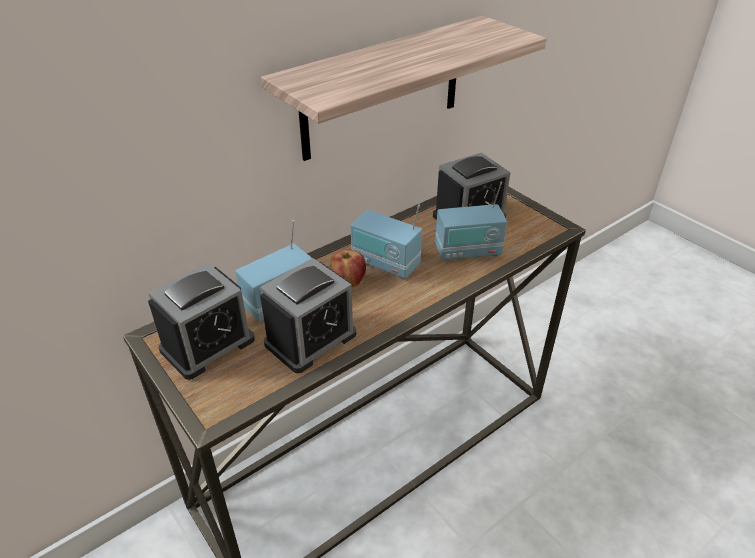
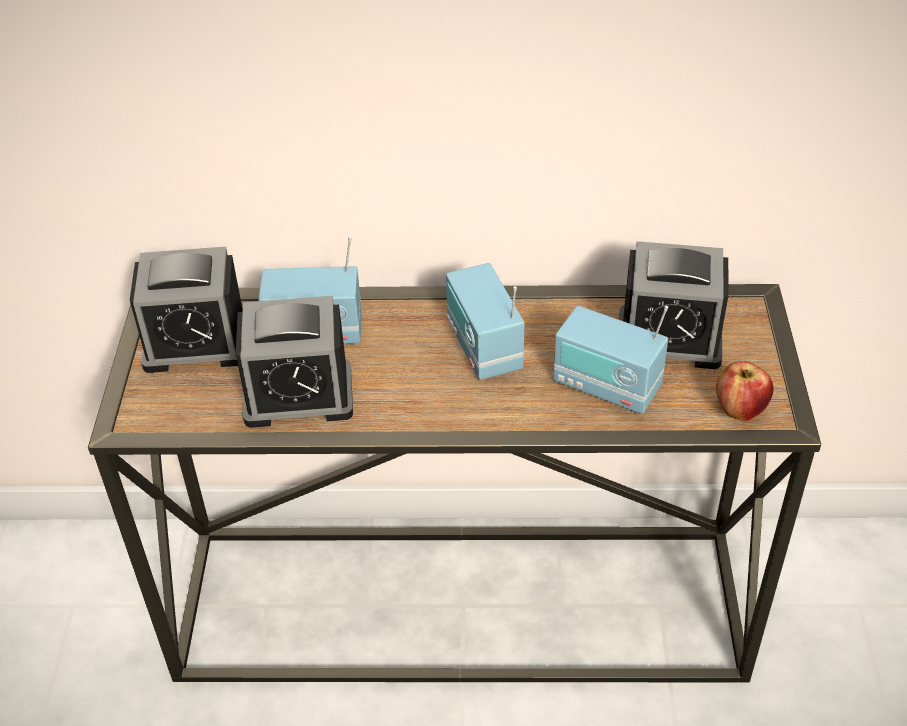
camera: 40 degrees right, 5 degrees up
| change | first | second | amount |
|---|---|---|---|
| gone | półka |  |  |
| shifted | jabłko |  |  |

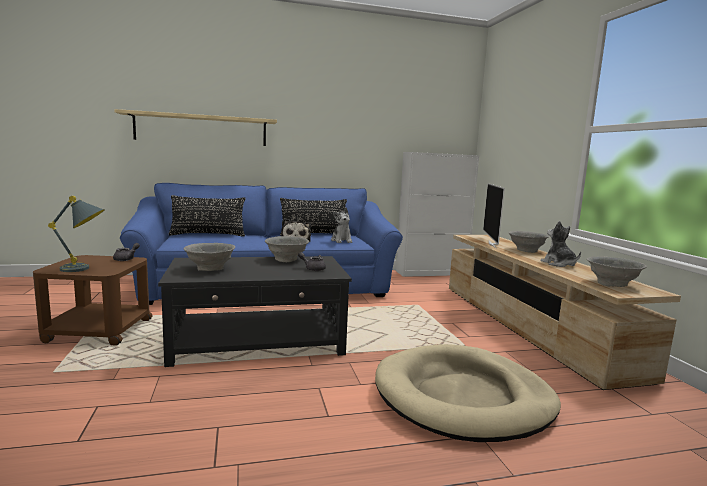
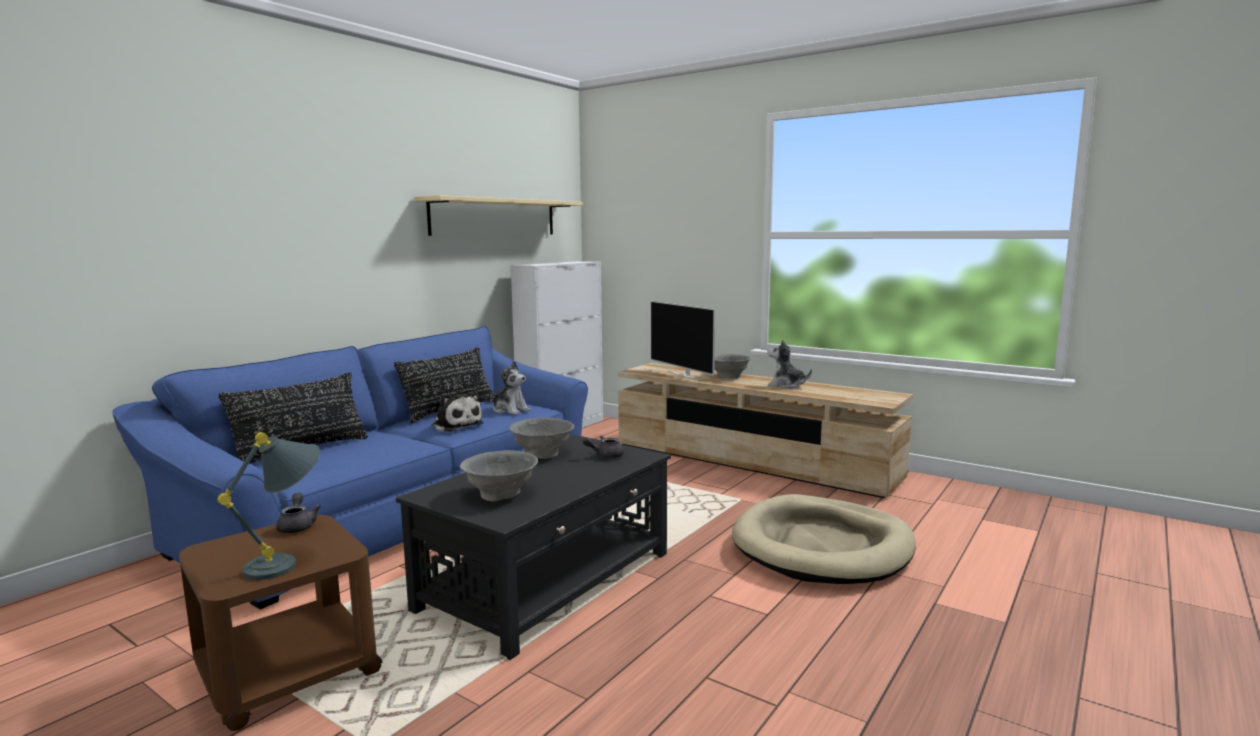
camera: 40 degrees left, 0 degrees up
| change | first | second | amount |
|---|---|---|---|
| shifted | półka [beżowy] |  |  |
| gone | miska [szary] (no. 4 from left) |  |  |

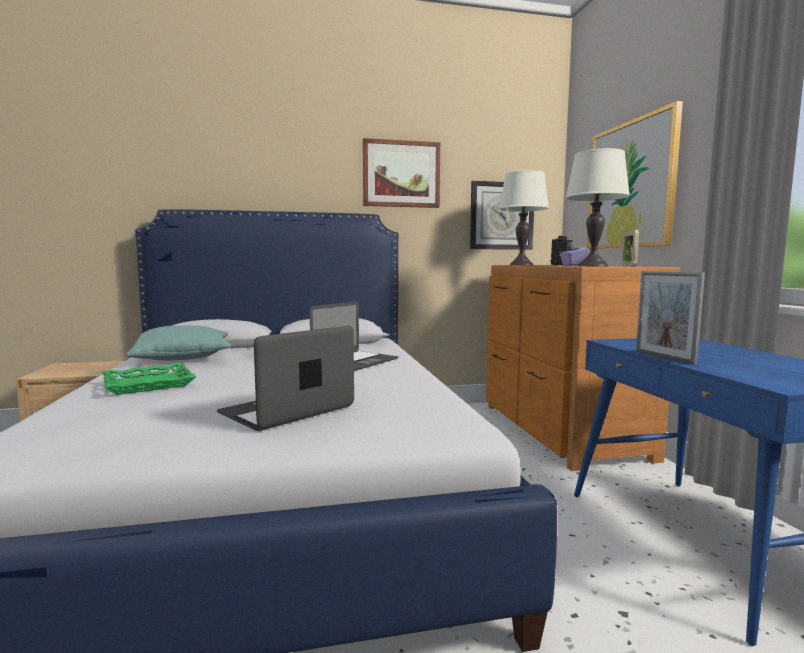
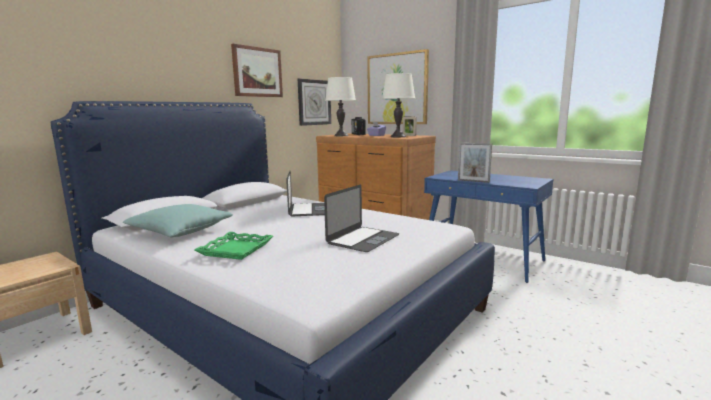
camera: 40 degrees left, 5 degrees up
| change | first | second | amount |
|---|---|---|---|
| rotated | laptop (no. 1 from left in the first image) | laptop (no. 2 from left) | 150 degrees counterclockwise |

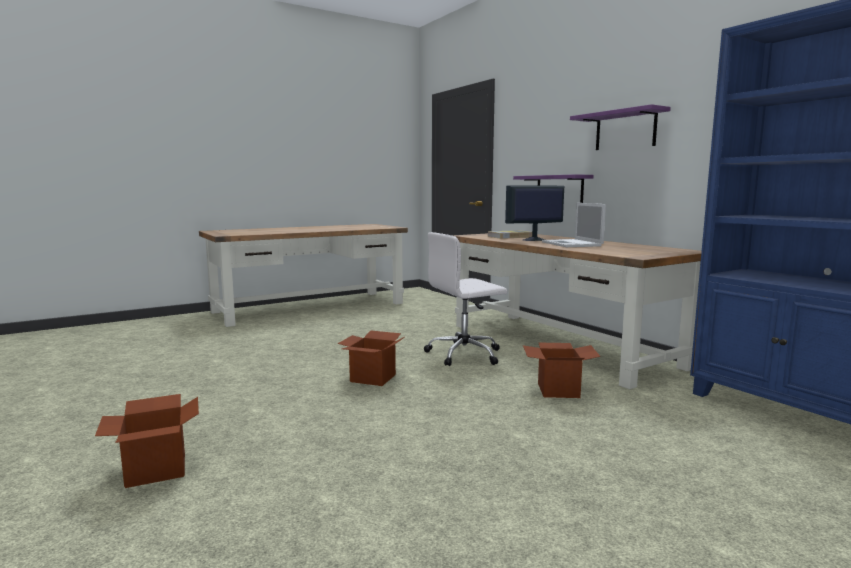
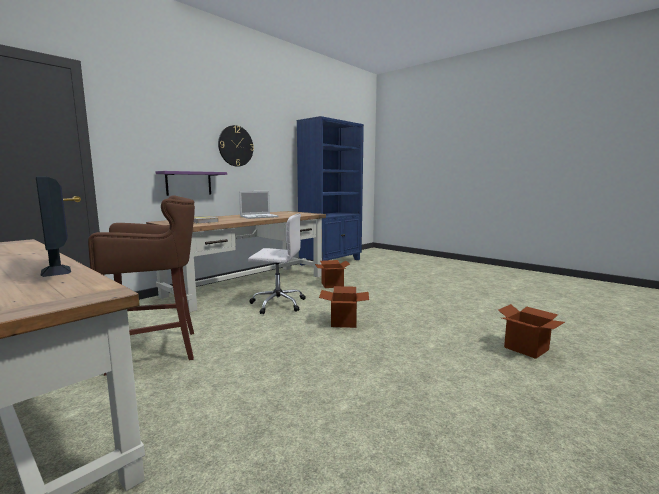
camera: 105 degrees left, 0 degrees up
| change | first | second | amount |
|---|---|---|---|
| swapped | półka [fioletowy] (no. 2 from left) | zegar ścienny |  |
| shifted | monitor |  |  |
| rotated | krzesło biurowe [biały] |  | 45 degrees counterclockwise |
| new |  | stołek [brązowy] |  |

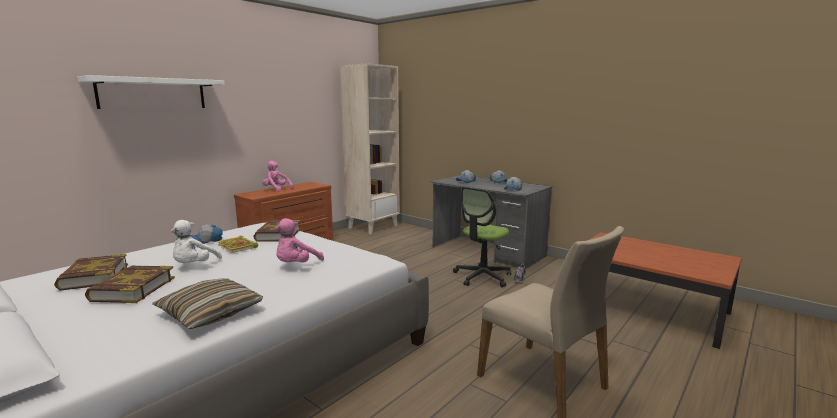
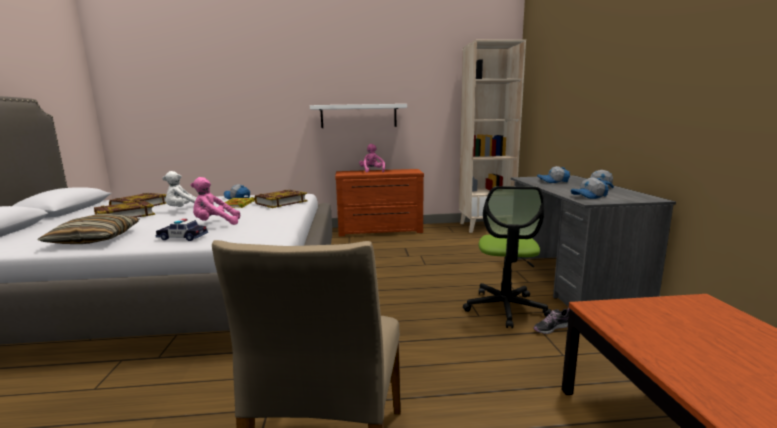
camera: 45 degrees right, 0 degrees up
| change | first | second | amount |
|---|---|---|---|
| shifted | półka [biały] |  |  |
| rotated | krzesło biurowe |  | 75 degrees counterclockwise |
| new |  | samochodzik |  |

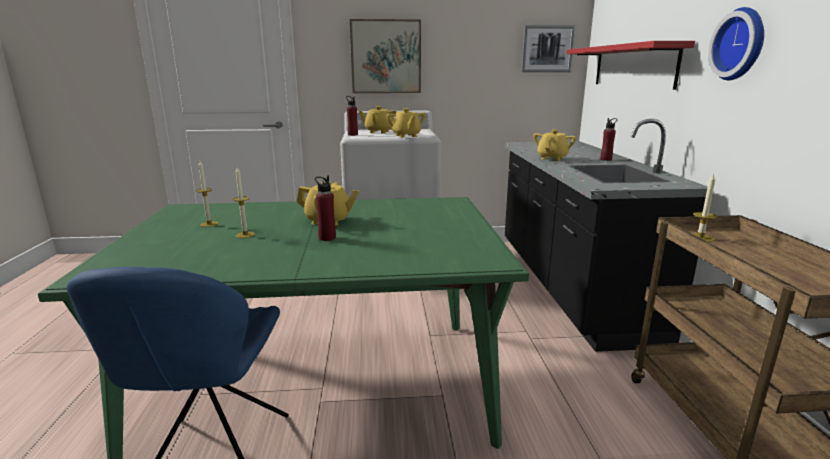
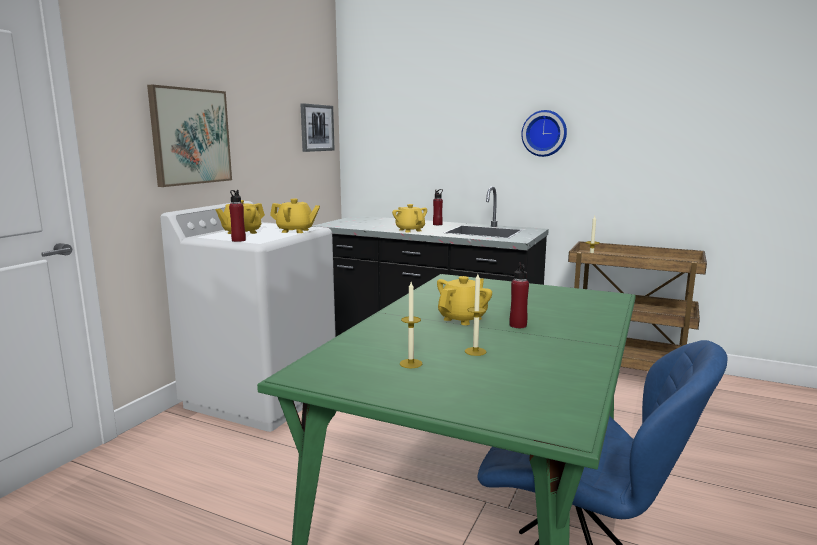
camera: 60 degrees left, 5 degrees down
| change | first | second | amount |
|---|---|---|---|
| gone | półka [czerwony] |  |  |

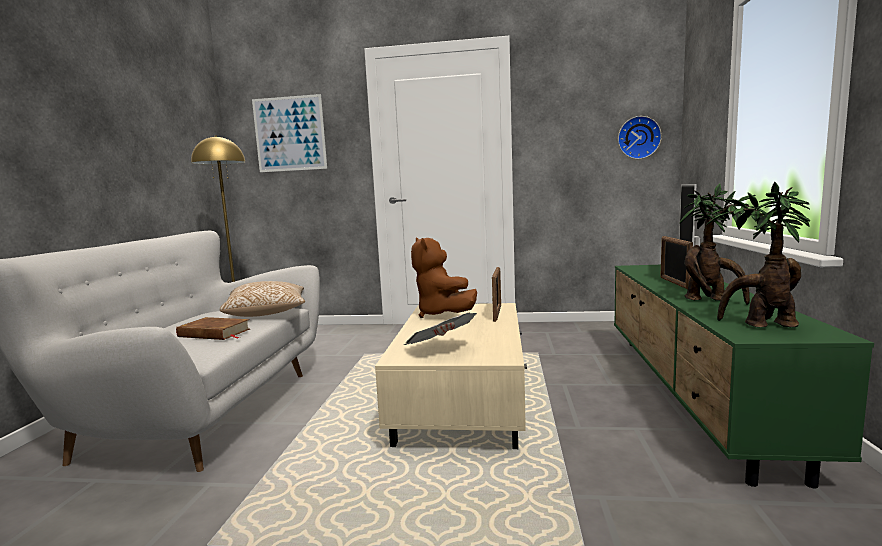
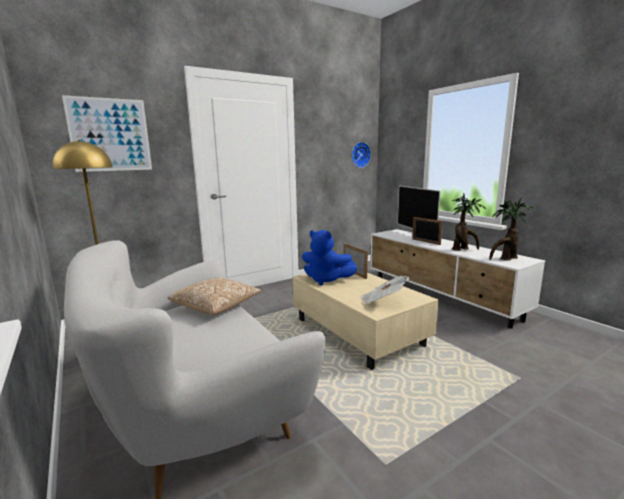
camera: 40 degrees left, 5 degrees up
| change | first | second | amount |
|---|---|---|---|
| repainted | pluszak [brązowy] | pluszak [niebieski] |  |
| repainted | szafka pod telewizor [zielony] | szafka pod telewizor [biały] |  |
| gone | książka [brązowy] |  |  |

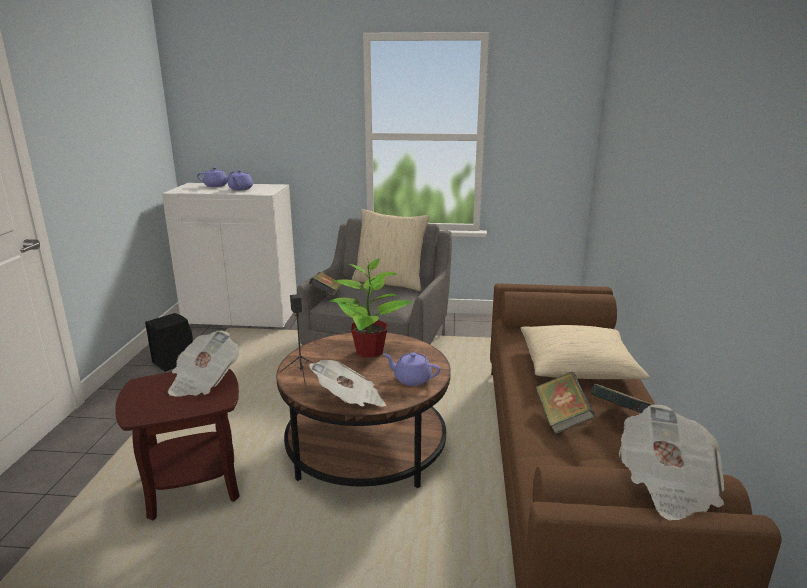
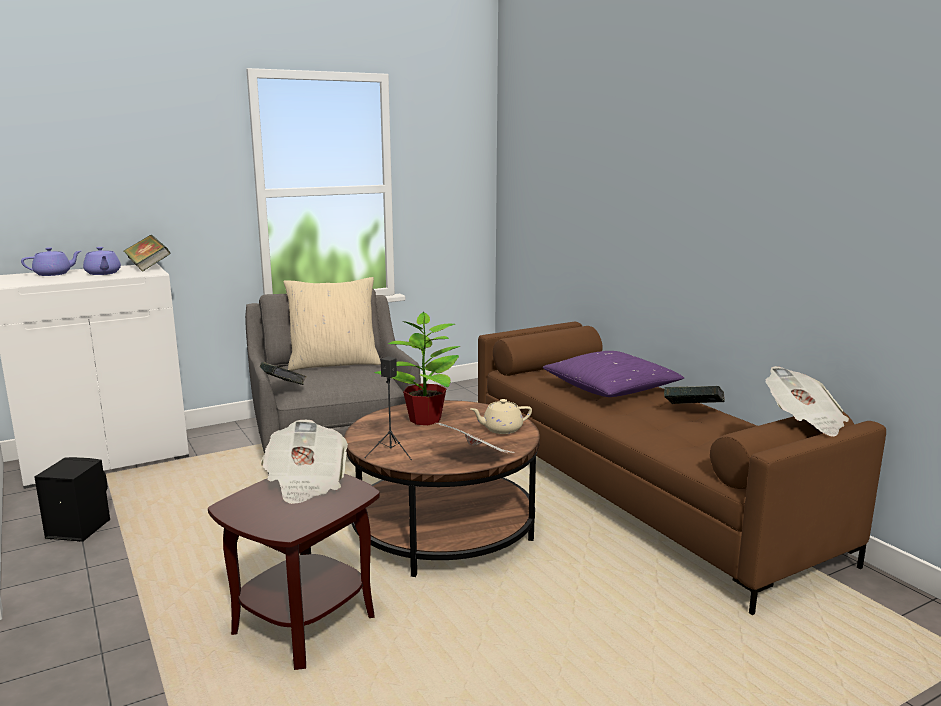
camera: 35 degrees left, 5 degrees down
| change | first | second | amount |
|---|---|---|---|
| repainted | poduszka [beżowy] (no. 2 from left) | poduszka [fioletowy] |  |
| repainted | imbryk [fioletowy] (no. 3 from left) | imbryk [beżowy] |  |
| shifted | książka (no. 2 from left in the first image) | książka (no. 1 from left) |  |

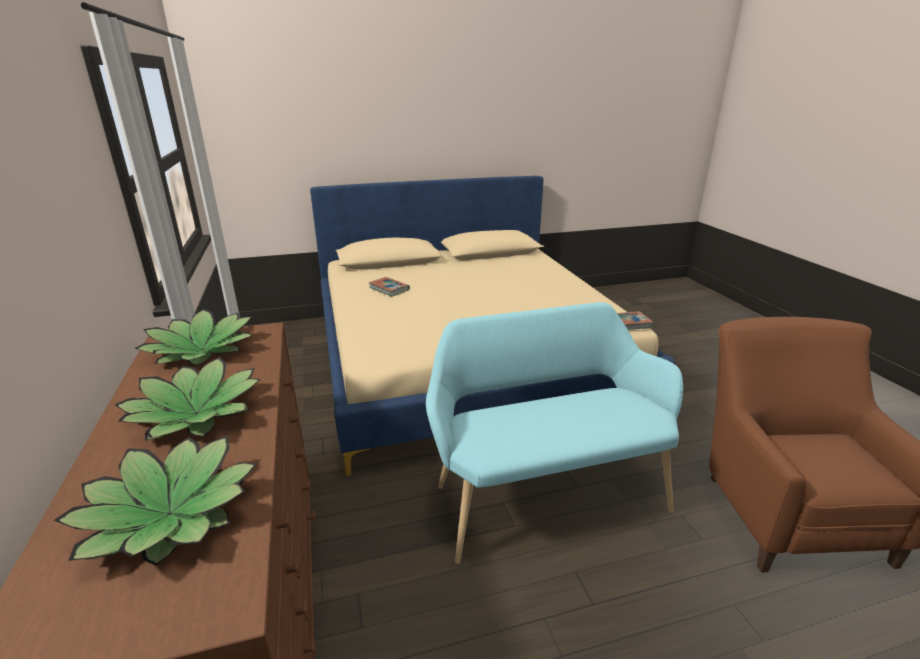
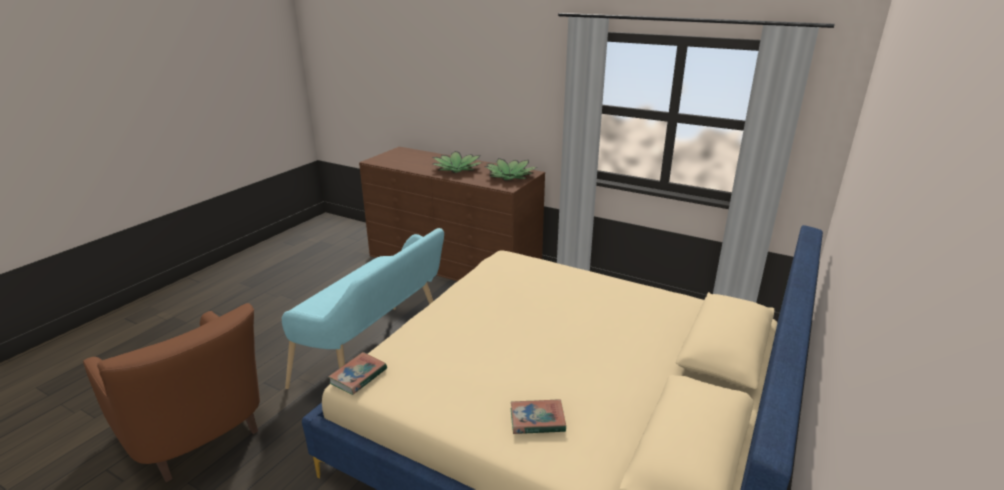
camera: 135 degrees right, 0 degrees up
| change | first | second | amount |
|---|---|---|---|
| shifted | książka (no. 1 from left in the first image) | książka (no. 2 from left) |  |
| gone | roślina doniczkowa (no. 1 from left) |  |  |

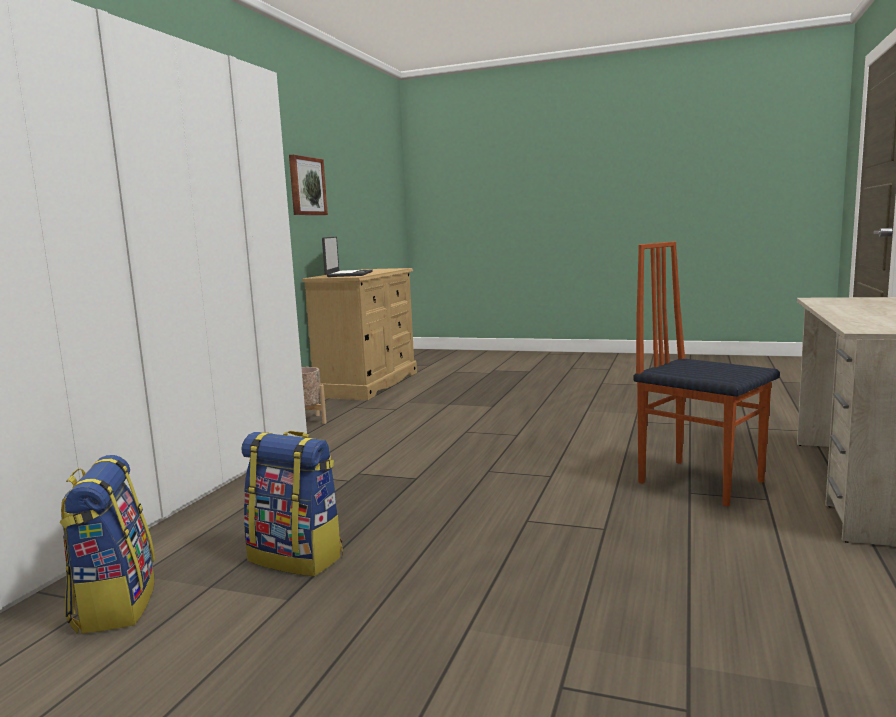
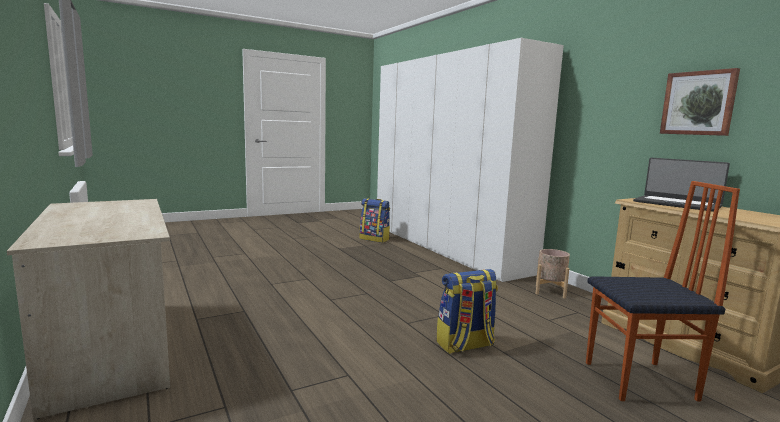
camera: 130 degrees right, 0 degrees up
| change | first | second | amount |
|---|---|---|---|
| shifted | krzesło |  |  |
| shifted | plecak (no. 2 from left) |  |  |

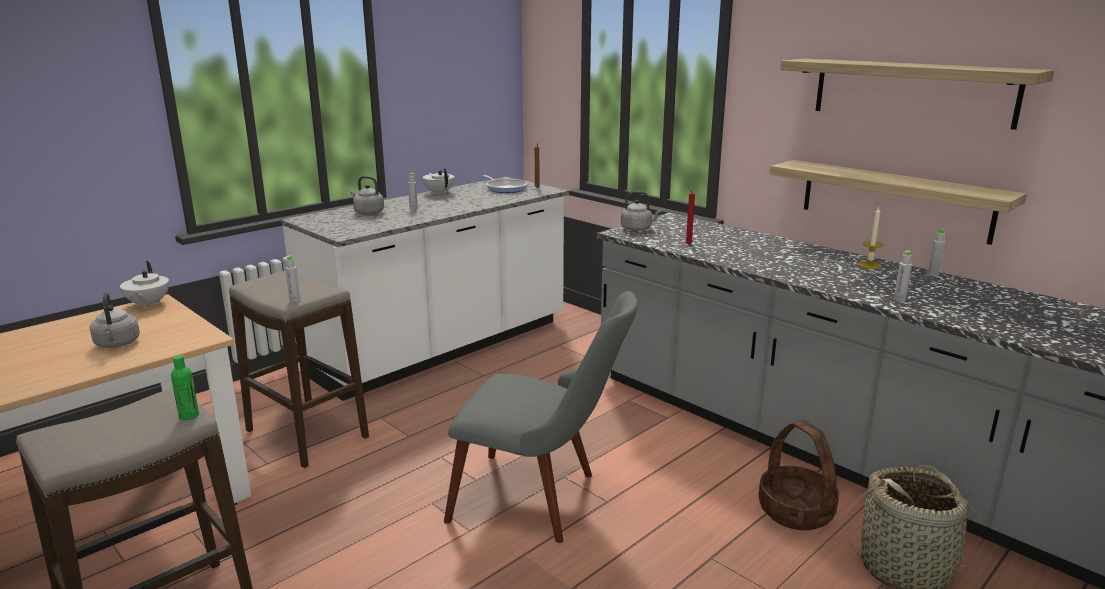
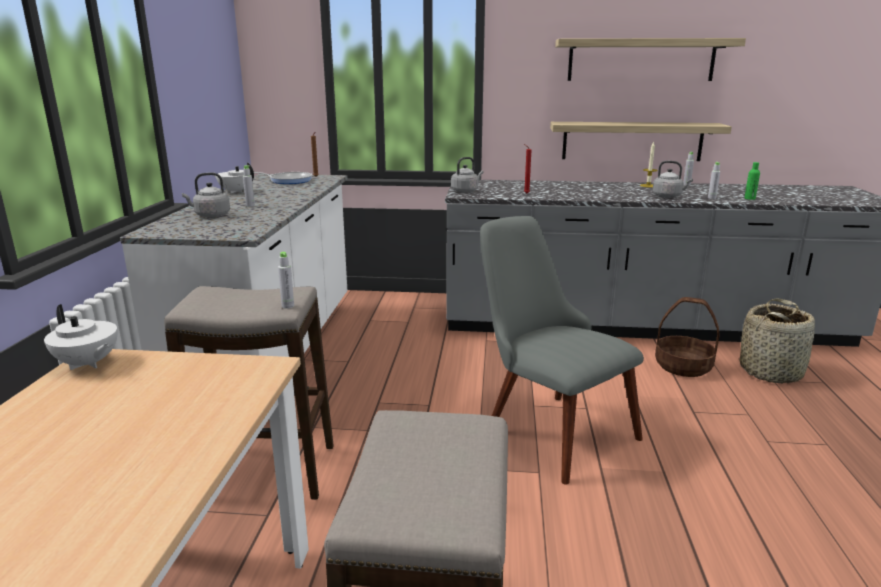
camera: 40 degrees left, 0 degrees up
| change | first | second | amount |
|---|---|---|---|
| rotated | krzesło [szary] |  | 105 degrees counterclockwise |
| shifted | czajnik [szary] (no. 1 from left in the first image) | czajnik [szary] (no. 3 from left) |  |
| shifted | butelka [zielony] |  |  |

